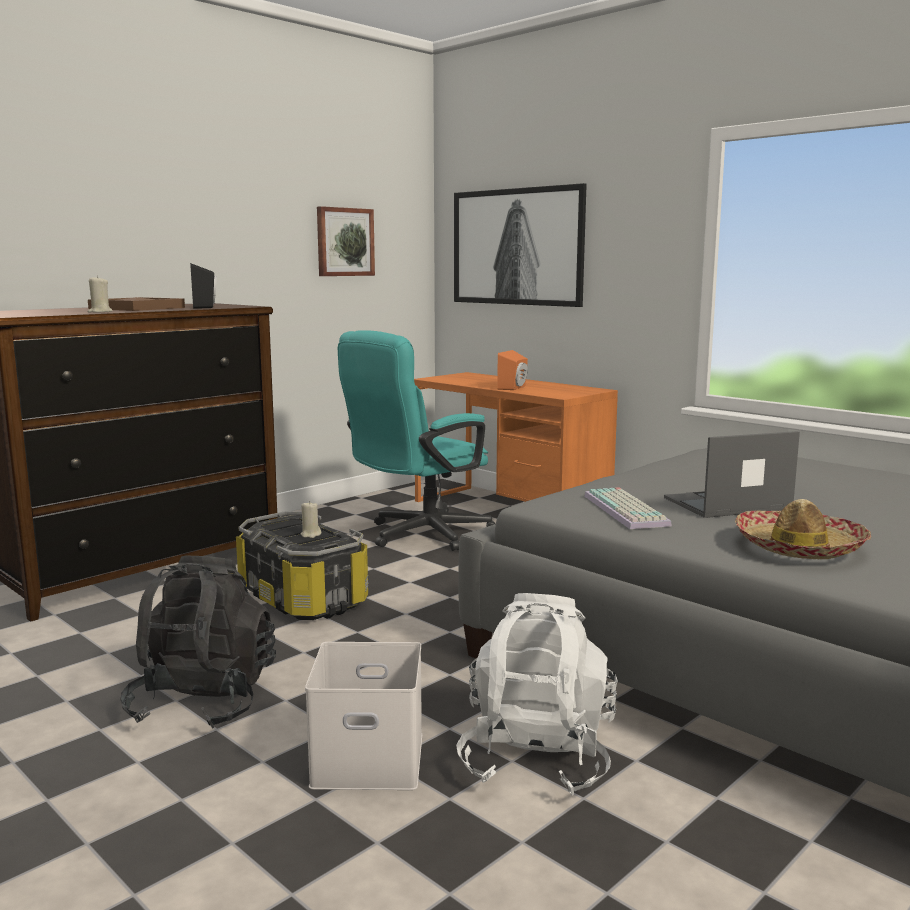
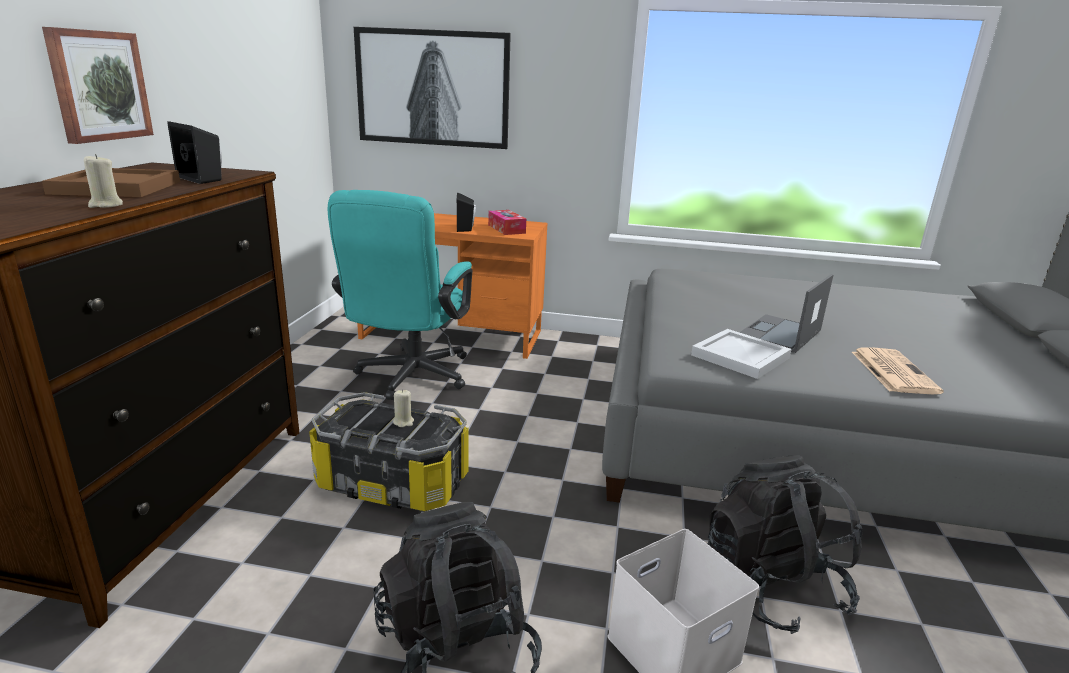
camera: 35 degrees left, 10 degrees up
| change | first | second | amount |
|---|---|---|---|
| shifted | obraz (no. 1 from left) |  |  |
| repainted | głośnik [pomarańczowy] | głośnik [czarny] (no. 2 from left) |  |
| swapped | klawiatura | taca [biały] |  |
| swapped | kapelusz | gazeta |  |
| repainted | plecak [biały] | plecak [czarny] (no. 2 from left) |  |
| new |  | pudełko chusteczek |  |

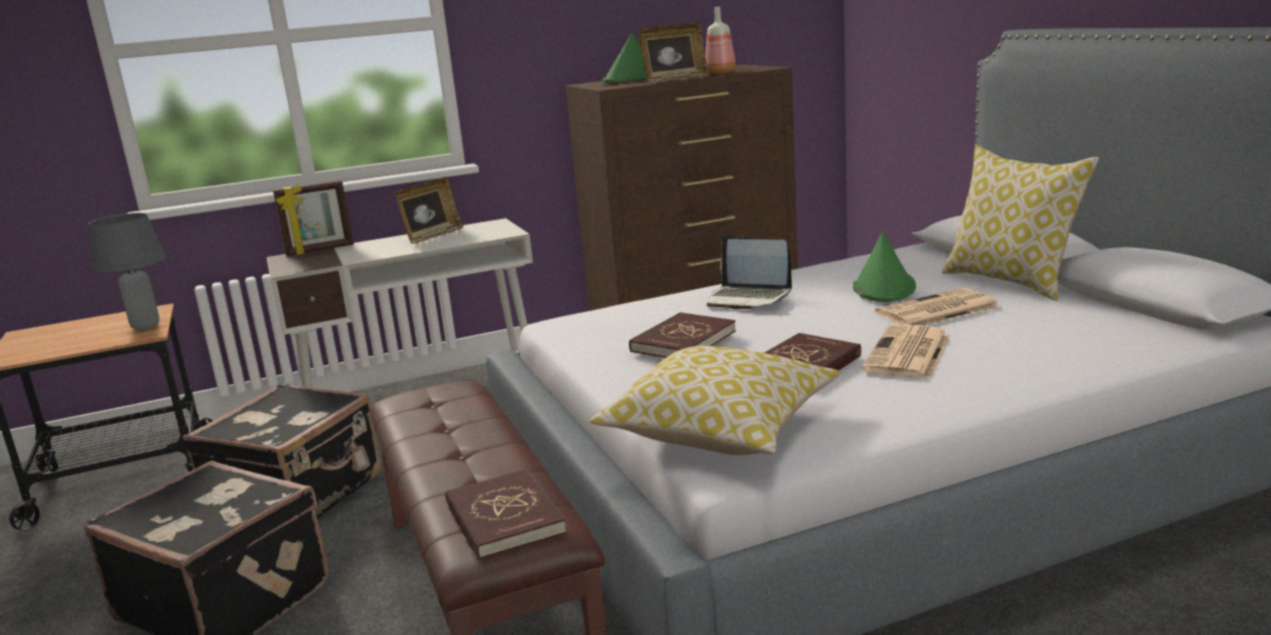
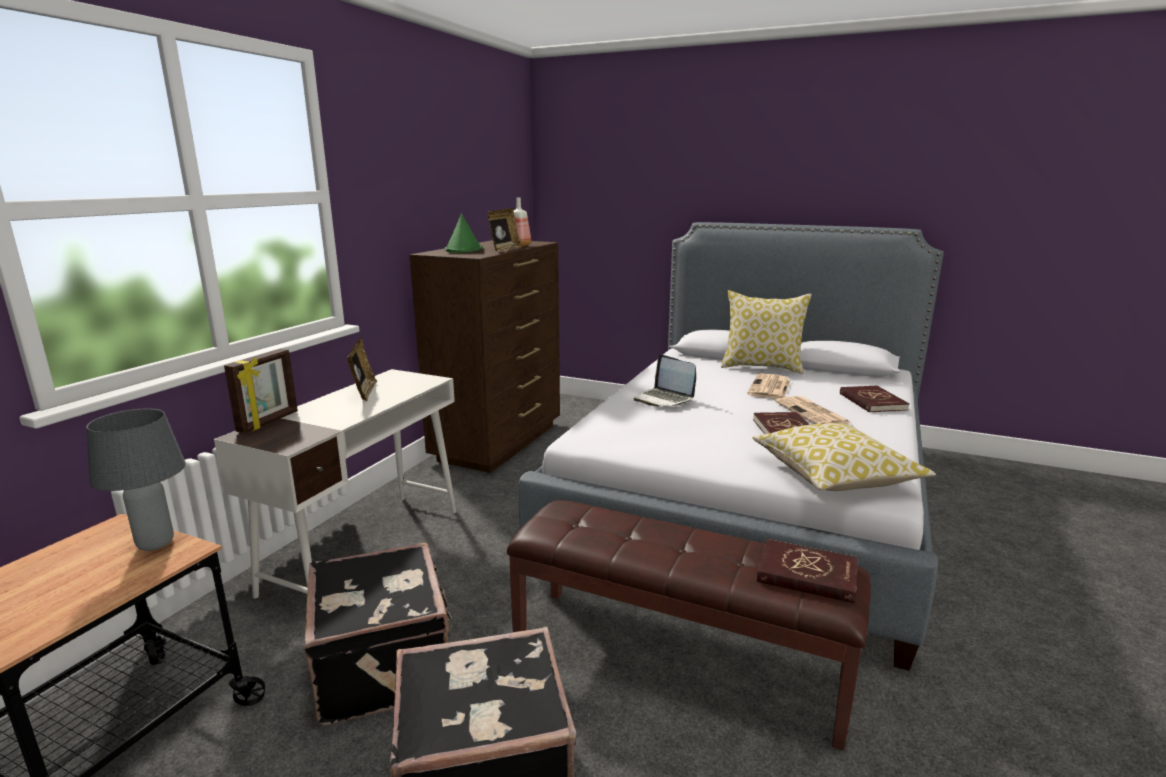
camera: 45 degrees left, 0 degrees up
| change | first | second | amount |
|---|---|---|---|
| gone | kapelusz [zielony] (no. 2 from left) |  |  |
| rotated | laptop |  | 60 degrees clockwise |
| shifted | książka [czerwony] (no. 2 from left in the first image) | książka [czerwony] (no. 3 from left) |  |

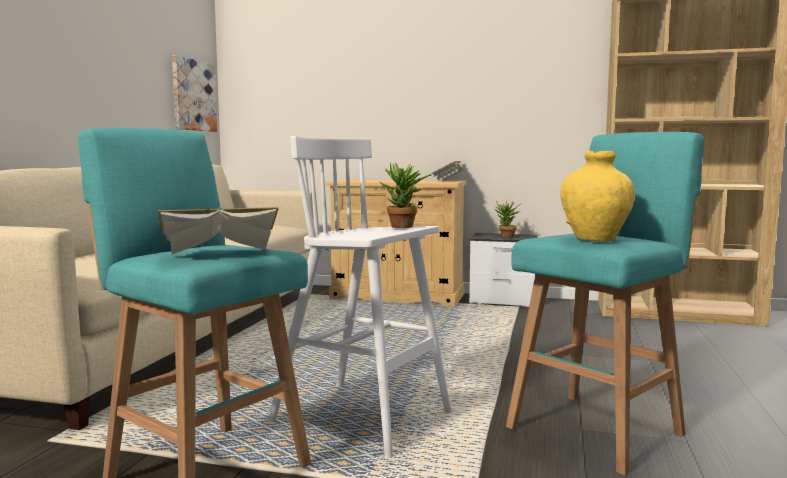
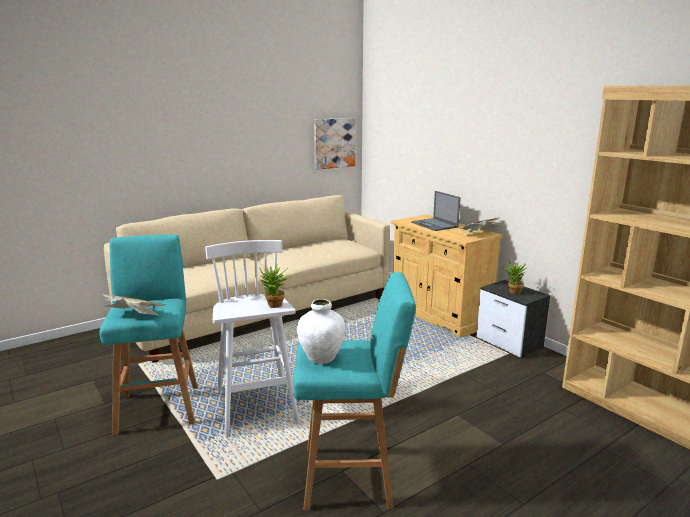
camera: 40 degrees right, 10 degrees up
| change | first | second | amount |
|---|---|---|---|
| repainted | wazon [żółty] | wazon [biały] |  |
| new |  | laptop |  |

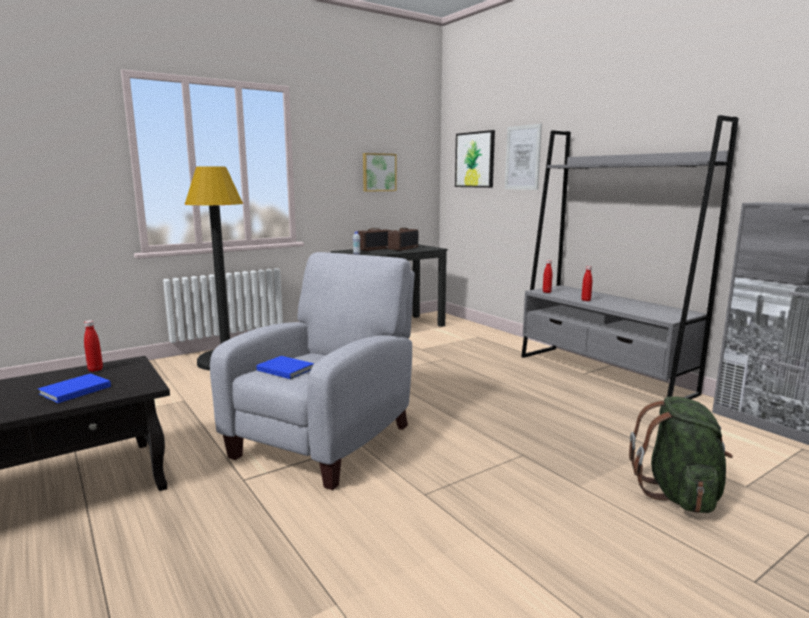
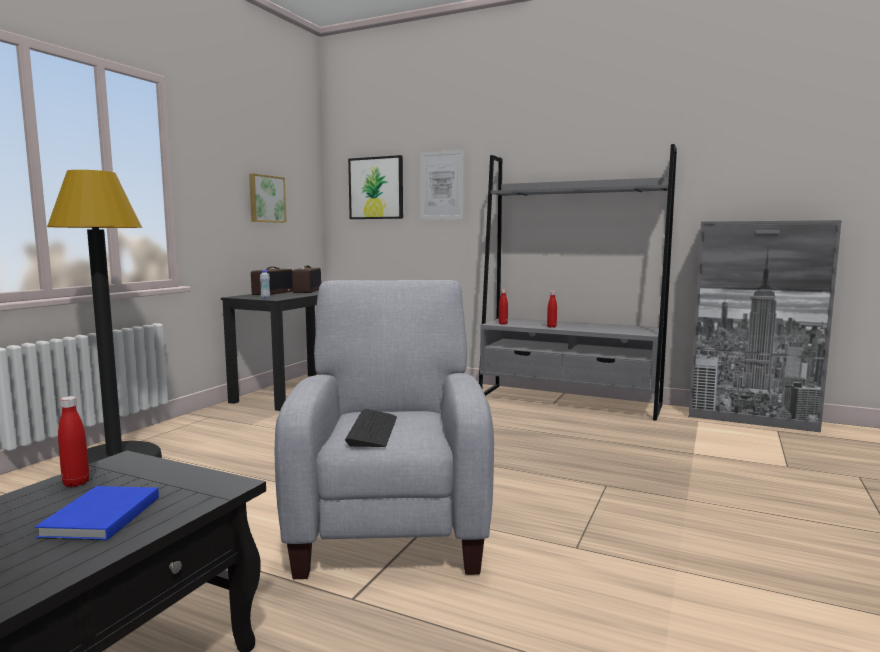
camera: 30 degrees left, 5 degrees down
| change | first | second | amount |
|---|---|---|---|
| swapped | książka [niebieski] (no. 2 from left) | klawiatura |  |
| gone | plecak [zielony] |  |  |

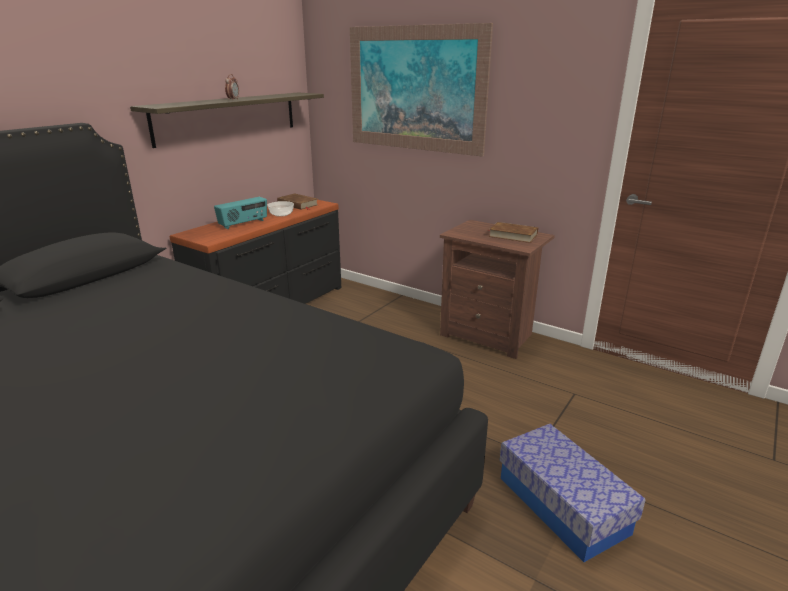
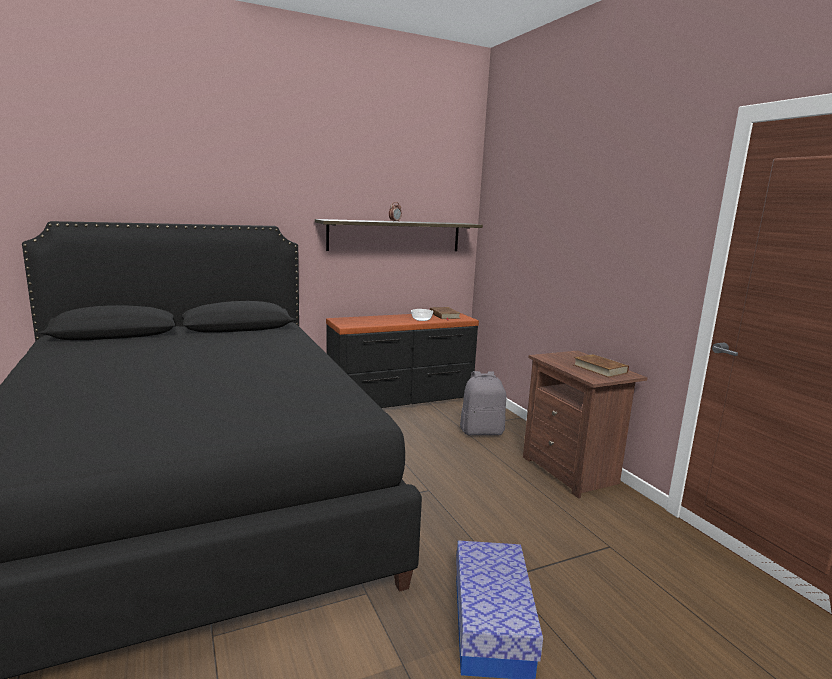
camera: 30 degrees right, 10 degrees down
| change | first | second | amount |
|---|---|---|---|
| gone | obraz |  |  |
| gone | radio |  |  |
| new |  | plecak [szary] |  |

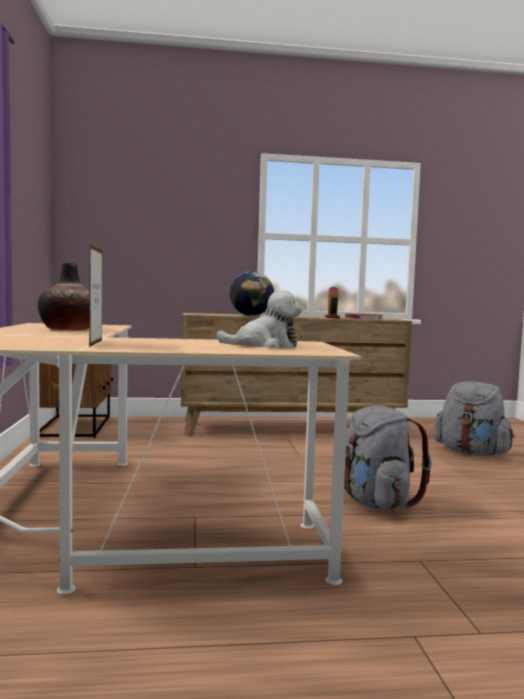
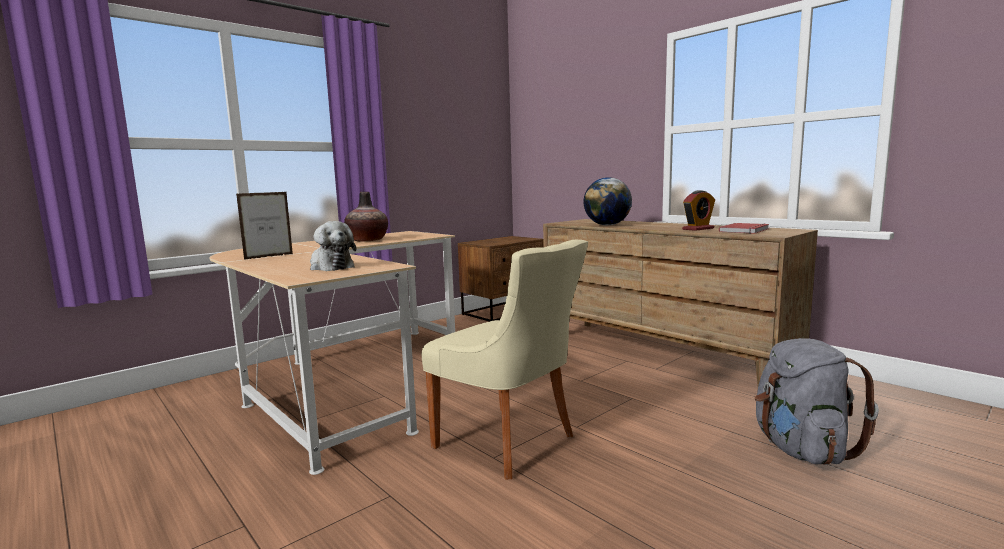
camera: 55 degrees right, 5 degrees up
| change | first | second | amount |
|---|---|---|---|
| swapped | plecak [szary] (no. 1 from left) | krzesło [beżowy] |  |

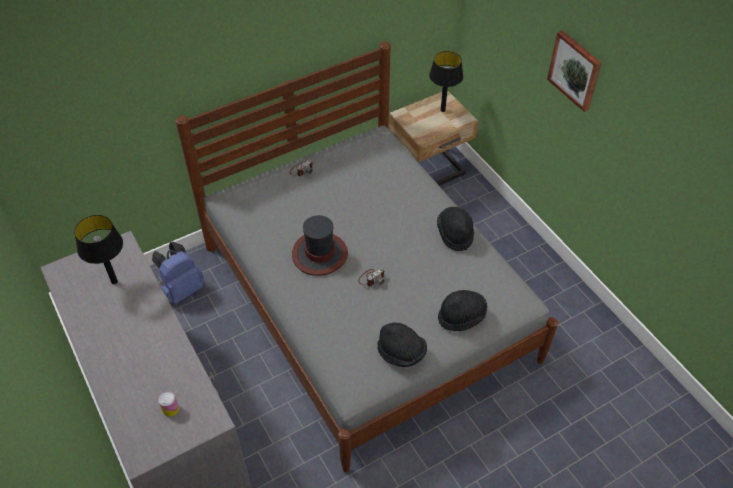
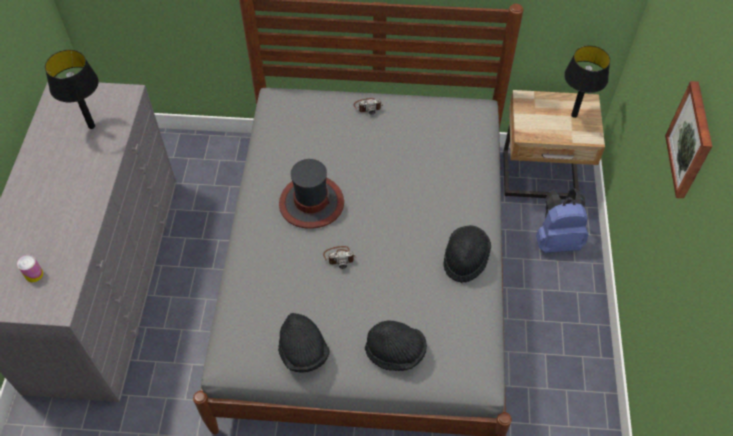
camera: 35 degrees right, 5 degrees up
| change | first | second | amount |
|---|---|---|---|
| shifted | plecak [niebieski] |  |  |

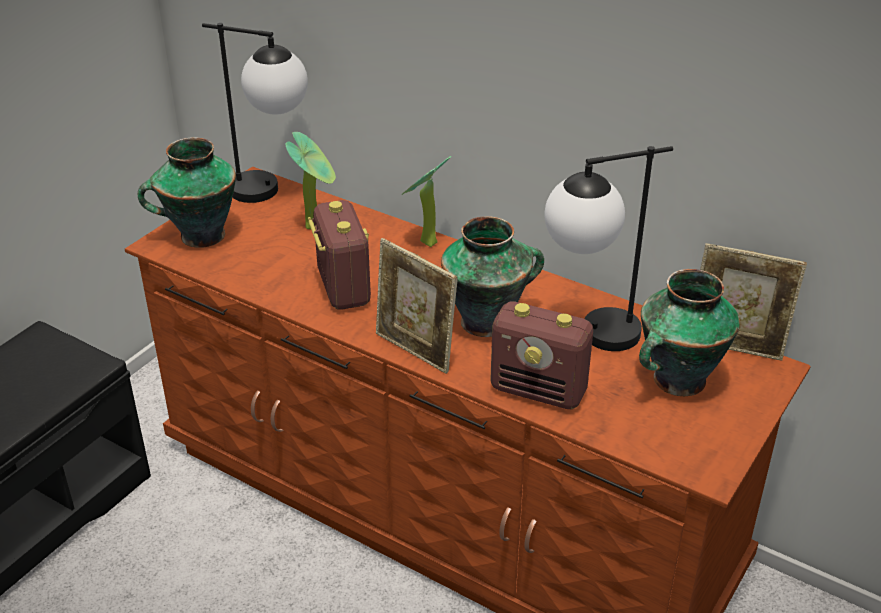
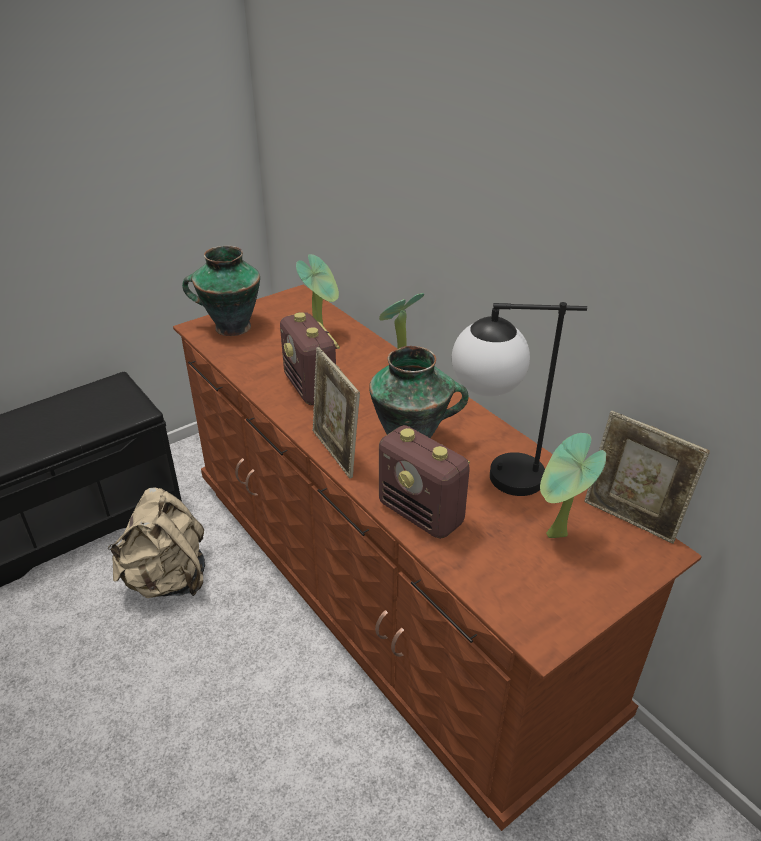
camera: 20 degrees right, 0 degrees up
| change | first | second | amount |
|---|---|---|---|
| gone | lampa stołowa (no. 1 from left) |  |  |
| rotated | radio (no. 1 from left) |  | 150 degrees clockwise |
| swapped | wazon (no. 3 from left) | roślina doniczkowa (no. 3 from left) |  |
| new |  | plecak [beżowy] |  |

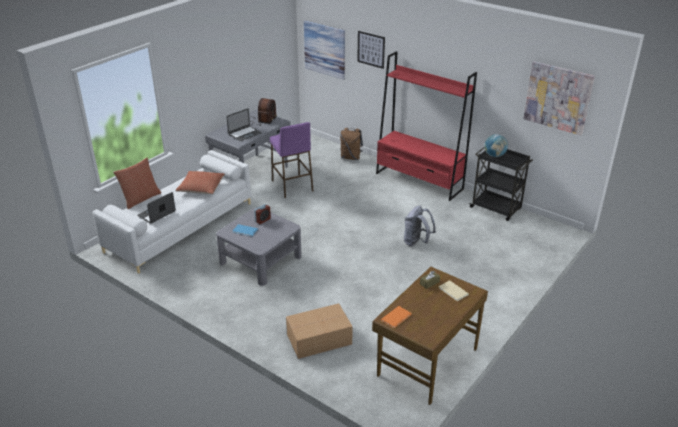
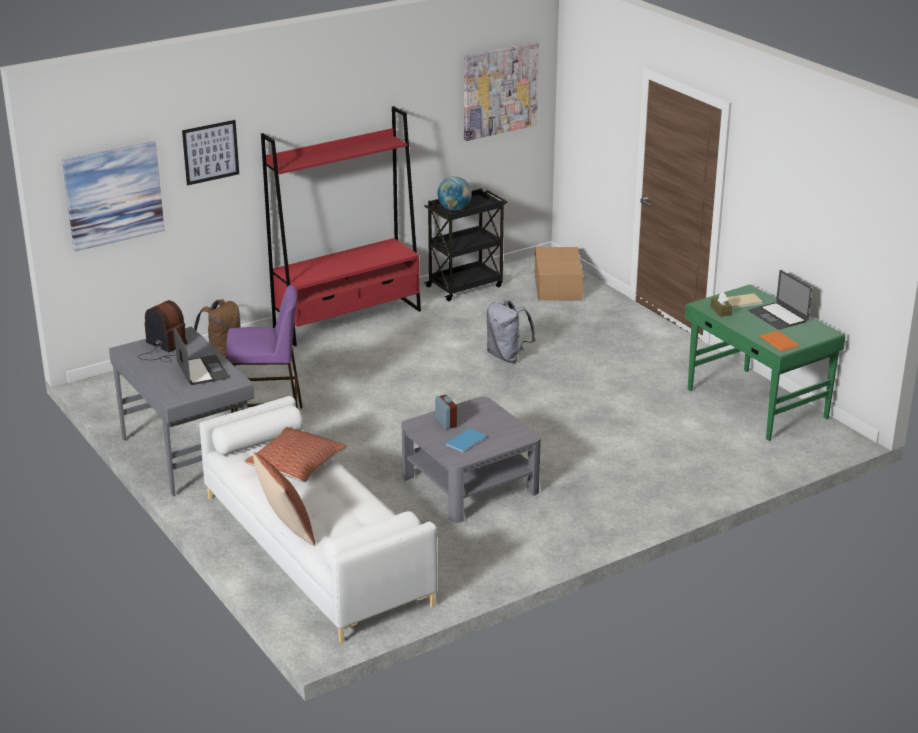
camera: 70 degrees left, 5 degrees down
| change | first | second | amount |
|---|---|---|---|
| shifted | laptop (no. 1 from left in the first image) | laptop (no. 2 from left) |  |
| repainted | biurko [brązowy] | biurko [zielony] |  |
| shifted | karton |  |  |

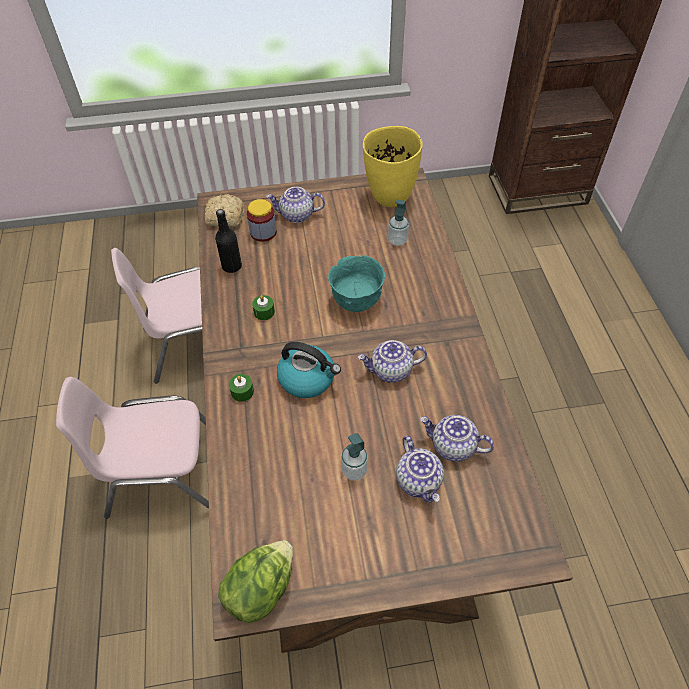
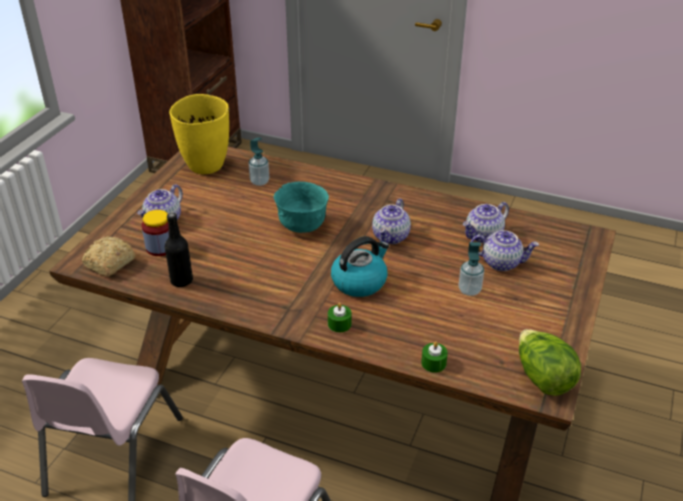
camera: 60 degrees left, 15 degrees down
| change | first | second | amount |
|---|---|---|---|
| shifted | świeca [zielony] (no. 2 from left) |  |  |

